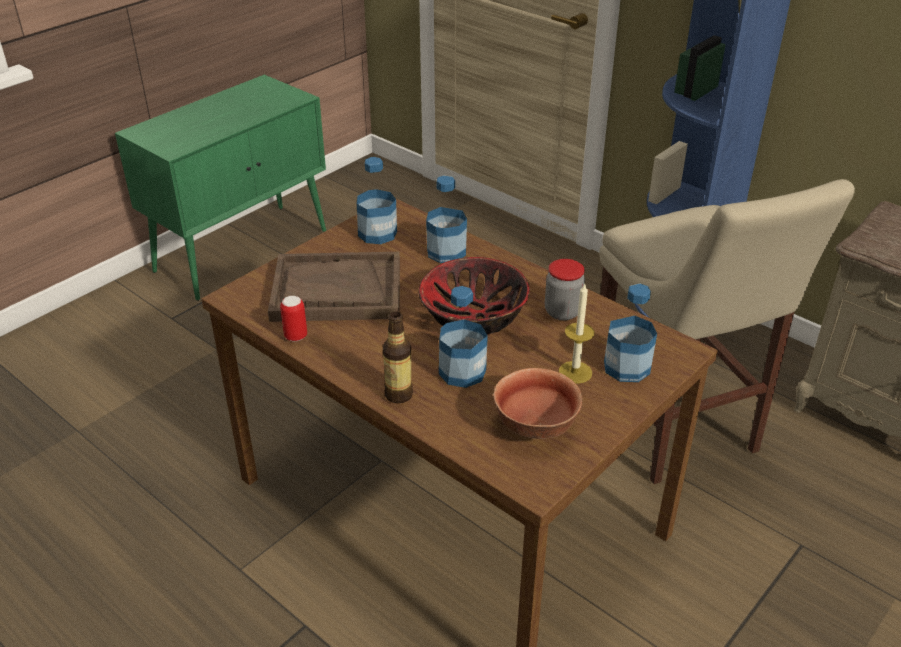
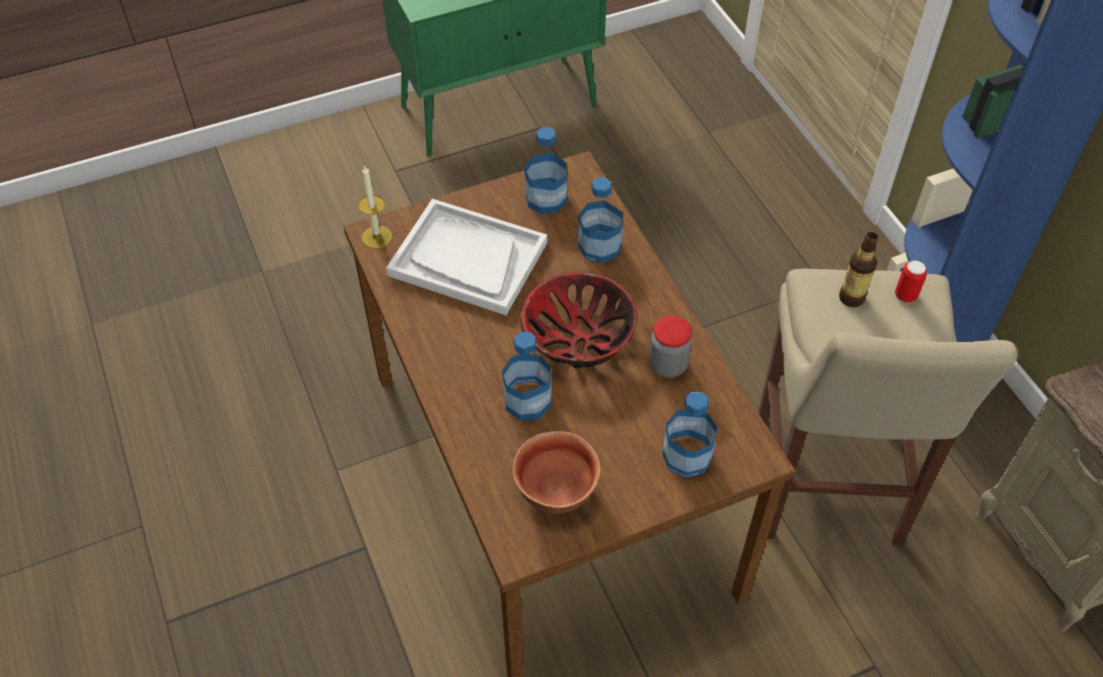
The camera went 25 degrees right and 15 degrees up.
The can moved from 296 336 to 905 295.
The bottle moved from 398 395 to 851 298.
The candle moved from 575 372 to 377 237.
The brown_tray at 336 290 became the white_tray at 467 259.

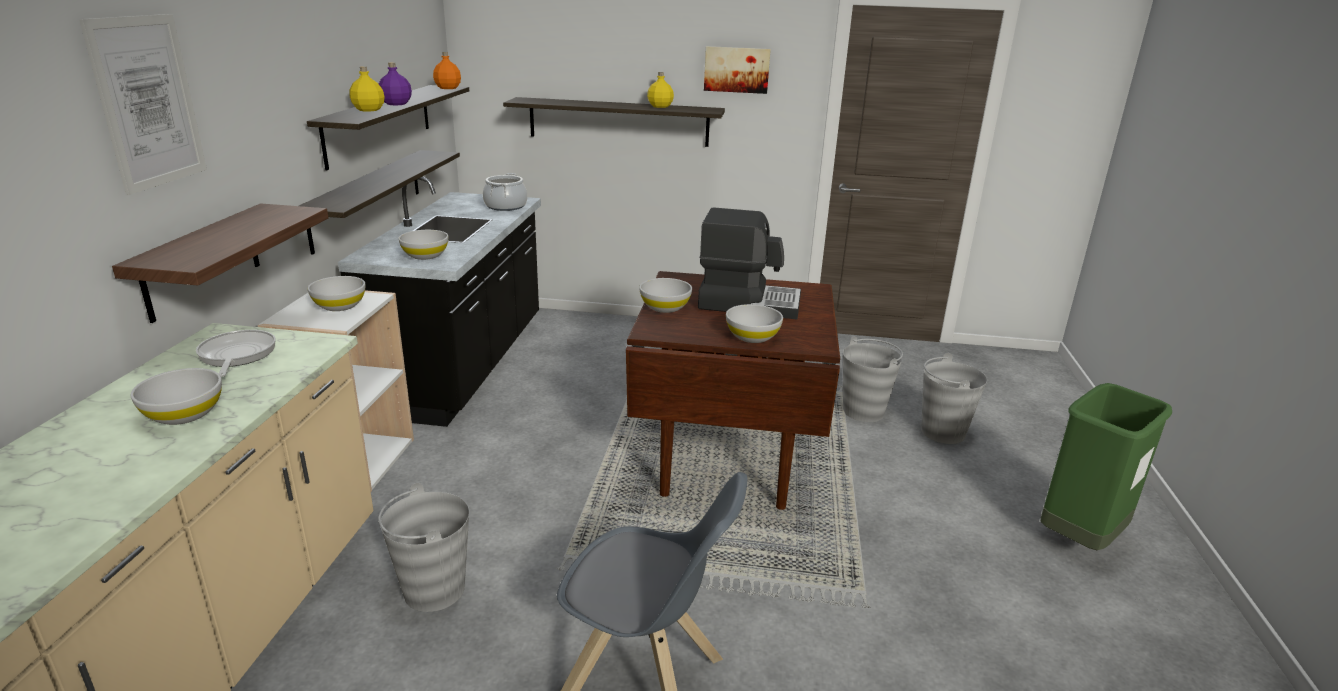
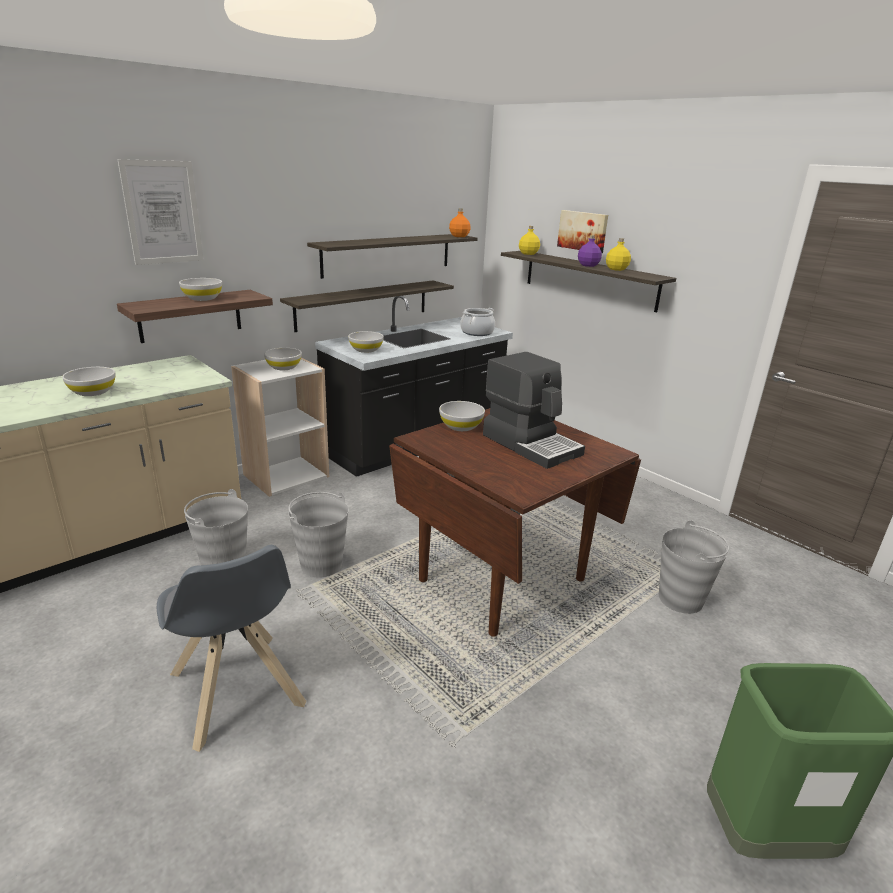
The camera went 40 degrees right and 0 degrees up.
The frying_pan at 236 355 disappeared.
The yellow_bottle moved from 369 110 to 528 254.
The purple_bottle moved from 396 104 to 588 265.
The picture moved from 736 69 to 583 231.
The white_bowl moved from 752 337 to 202 298.
The grey_bucket moved from 942 432 to 321 564.

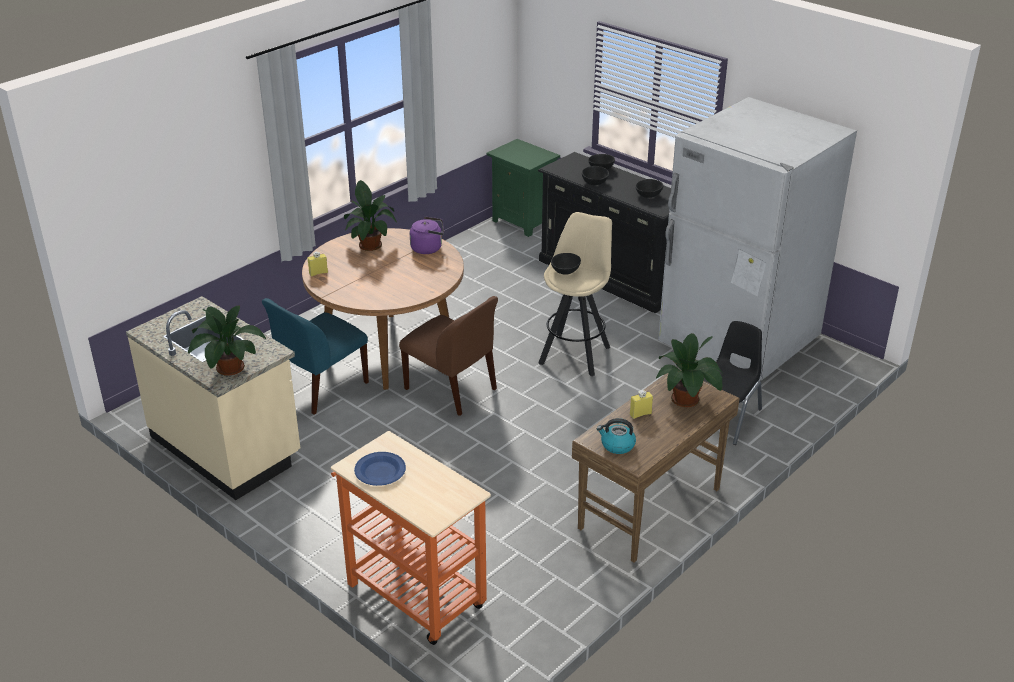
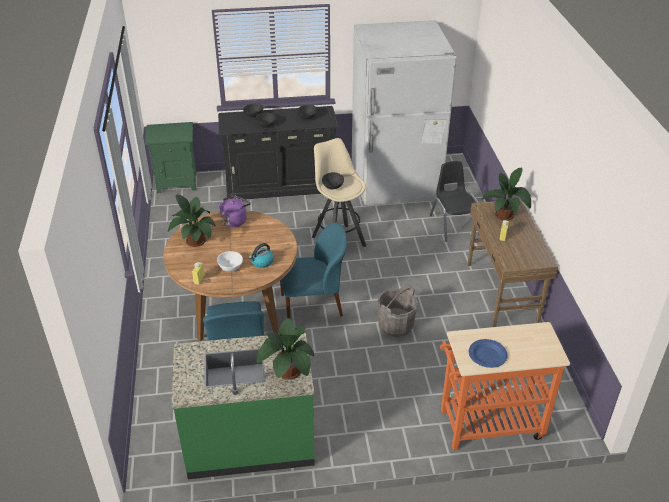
The camera went 50 degrees left and 5 degrees up.
The white_bowl at 230 267 appeared.
The grey_bucket at 396 325 appeared.
The kettle moved from 617 445 to 262 262.
The beige_counter at 227 447 became the green_counter at 250 441.
The brown_chair at 452 390 became the blue_chair at 313 305.

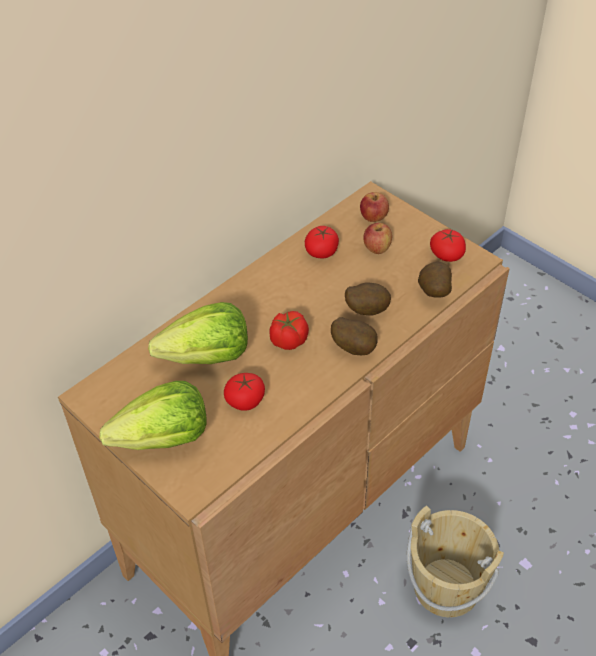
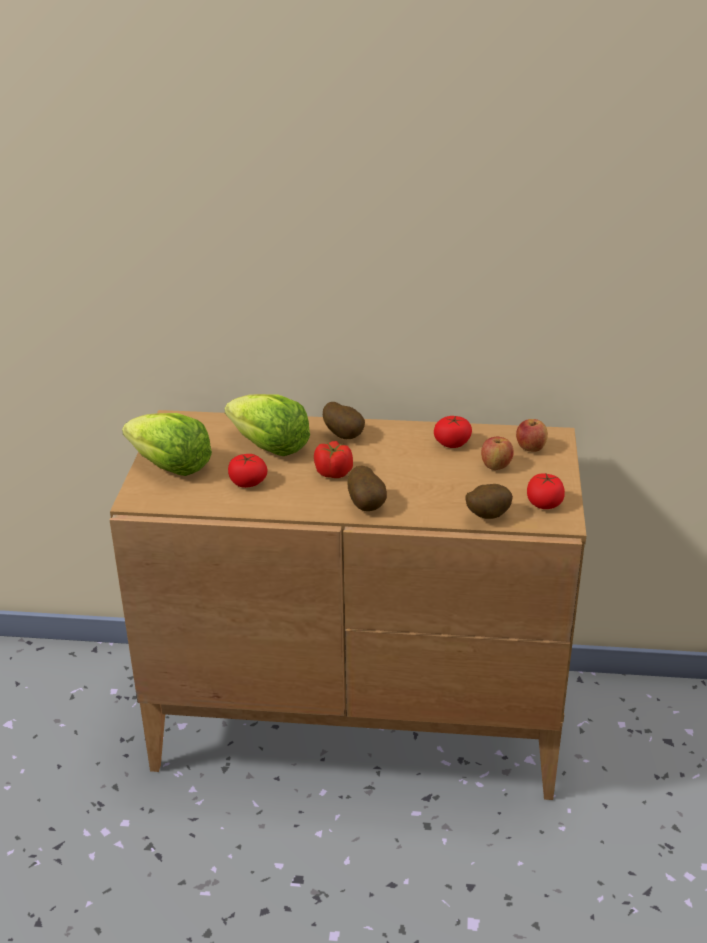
The camera went 50 degrees right and 15 degrees down.
The beige_bucket at 446 586 disappeared.
The potato moved from 366 310 to 345 435.

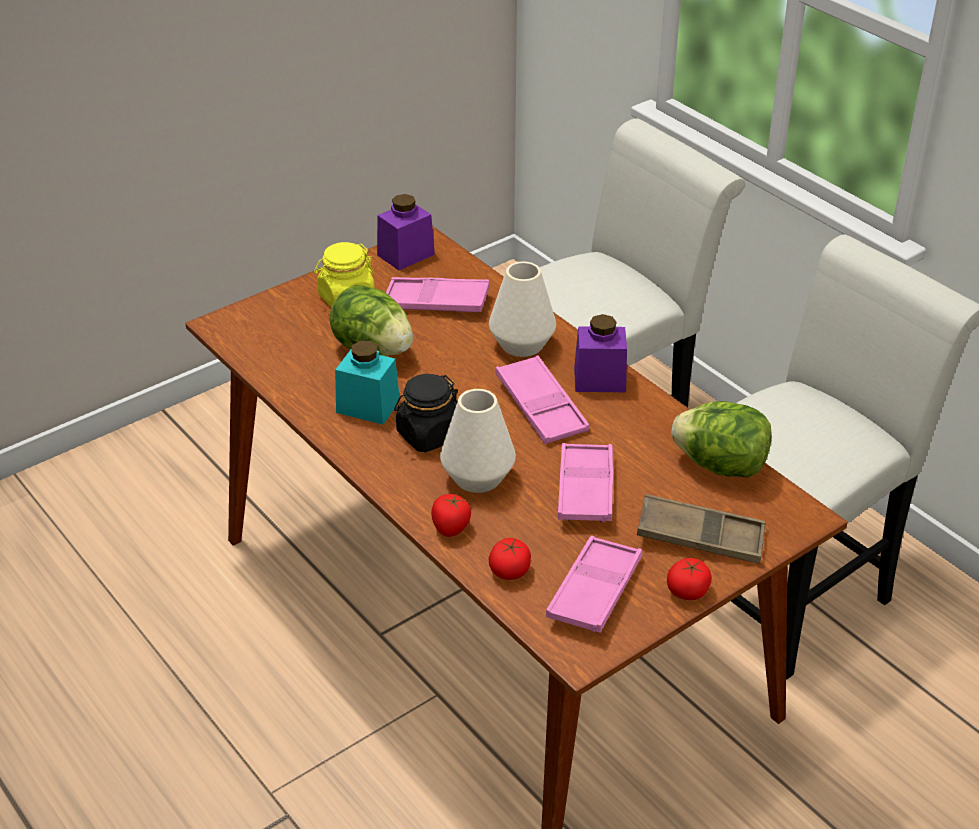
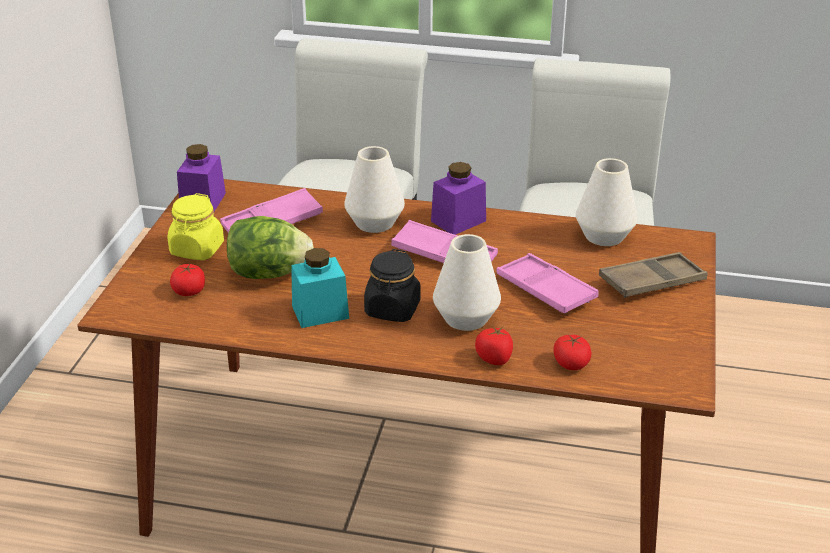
The camera went 40 degrees left and 5 degrees down.
The pink_tray at 594 591 disappeared.
The tomato moved from 688 590 to 189 290.
The lettuce at 721 466 was replaced by the white_vase at 604 236.

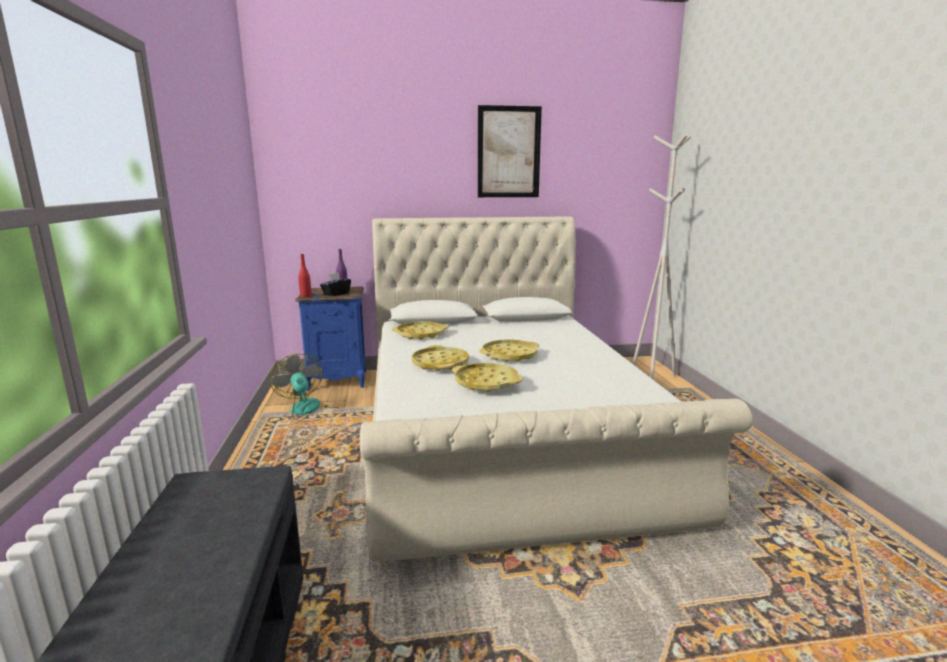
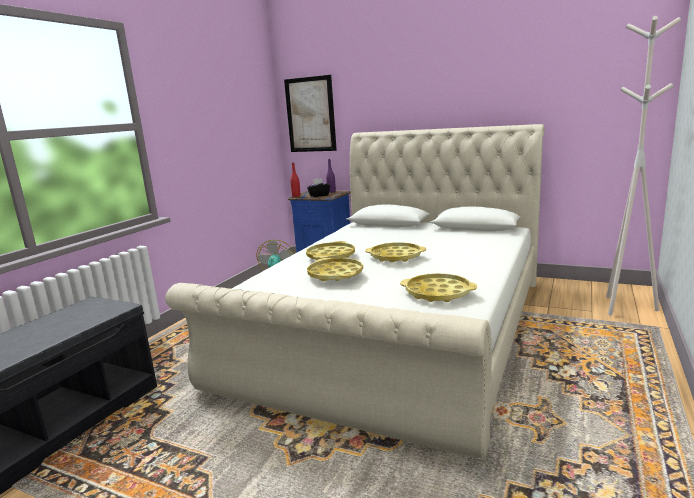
The camera went 35 degrees right and 0 degrees up.
The yellow_tray moved from 420 334 to 438 293.
The picture moved from 508 152 to 310 114.

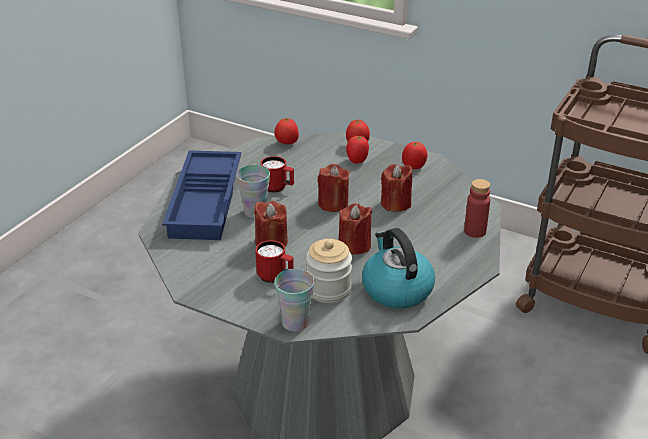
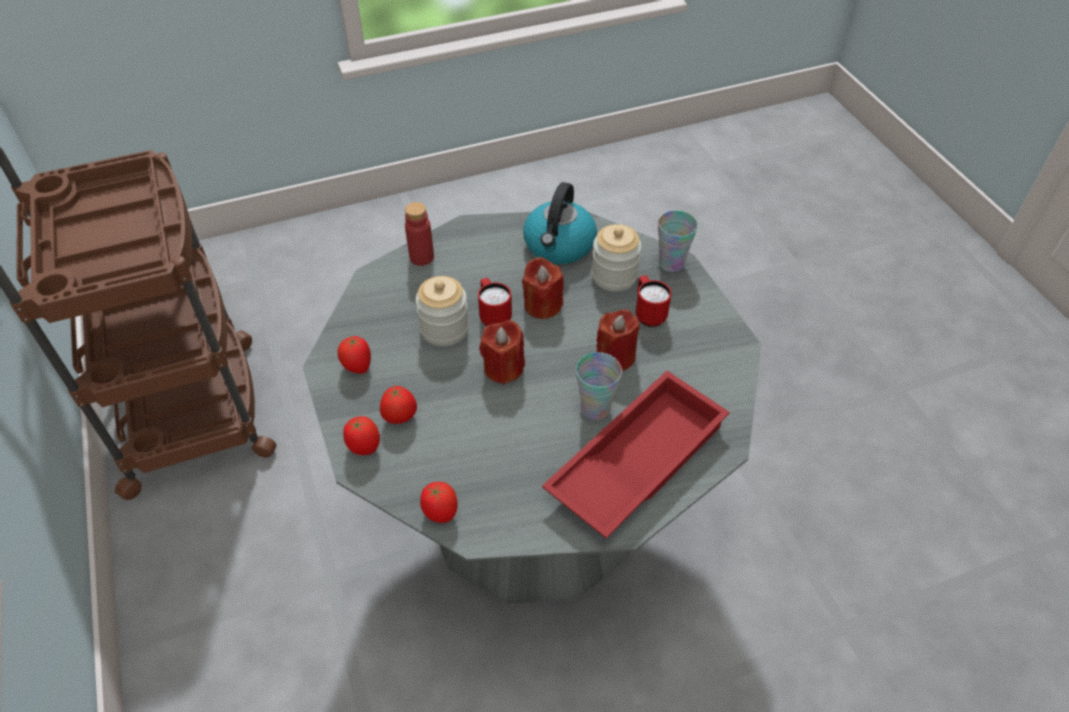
The camera went 140 degrees left and 15 degrees up.
The red_mug moved from 278 188 to 493 316.
The red_candle at 395 204 was replaced by the jar at 444 329.
The blue_tray at 207 202 became the red_tray at 635 459.

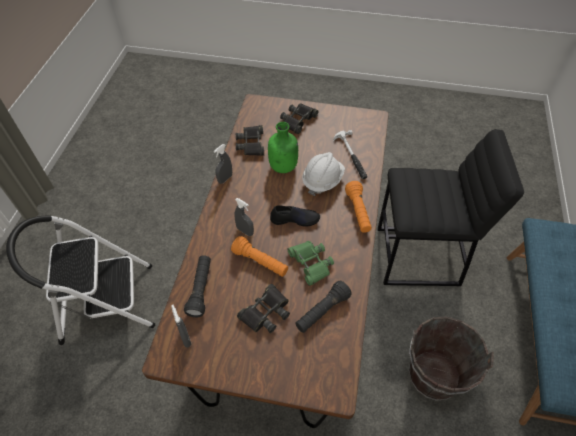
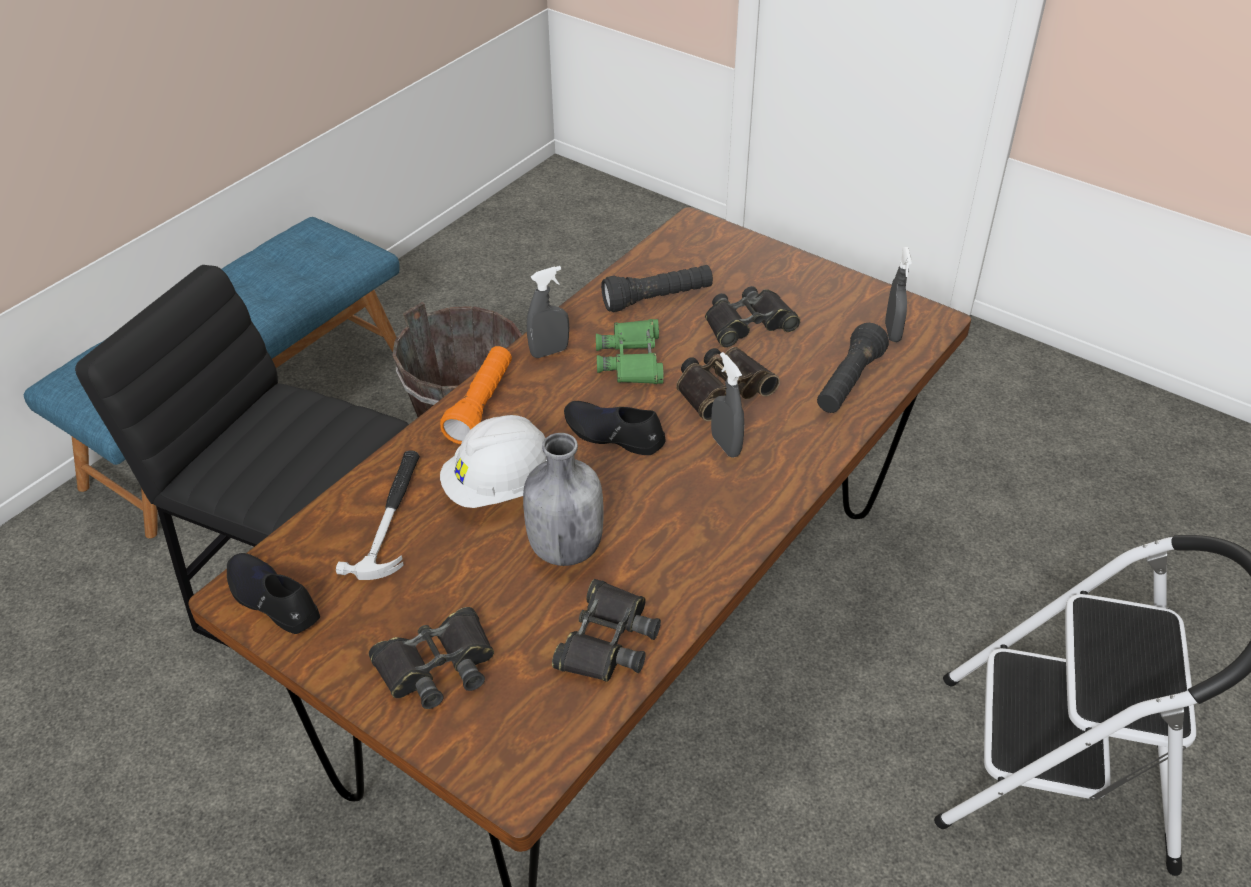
The camera went 155 degrees left and 10 degrees down.
The black_shoe at 272 599 appeared.
The grey_spray_bottle moved from 225 179 to 549 352.
The orange_flashlight at 260 262 was replaced by the binoculars at 721 388.
The green_bottle at 284 167 became the grey_bottle at 564 547.

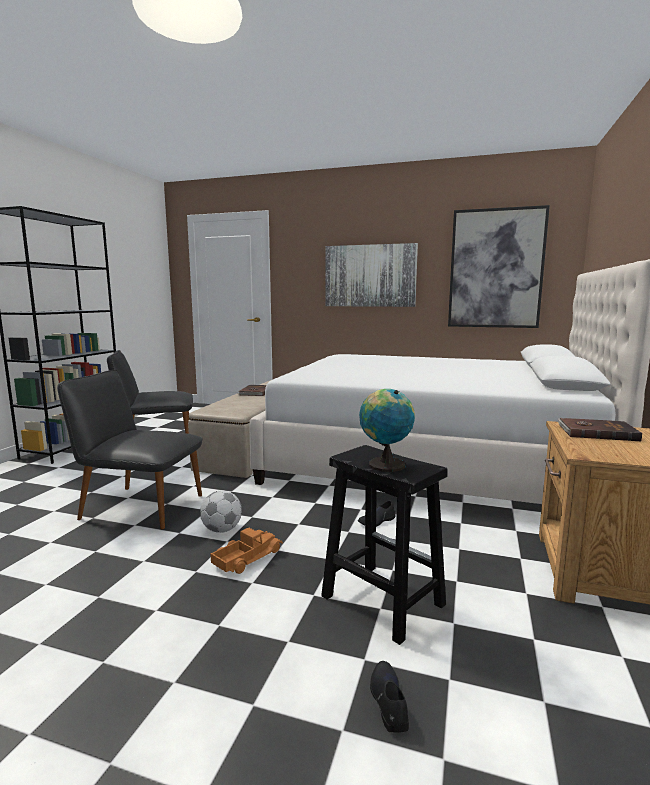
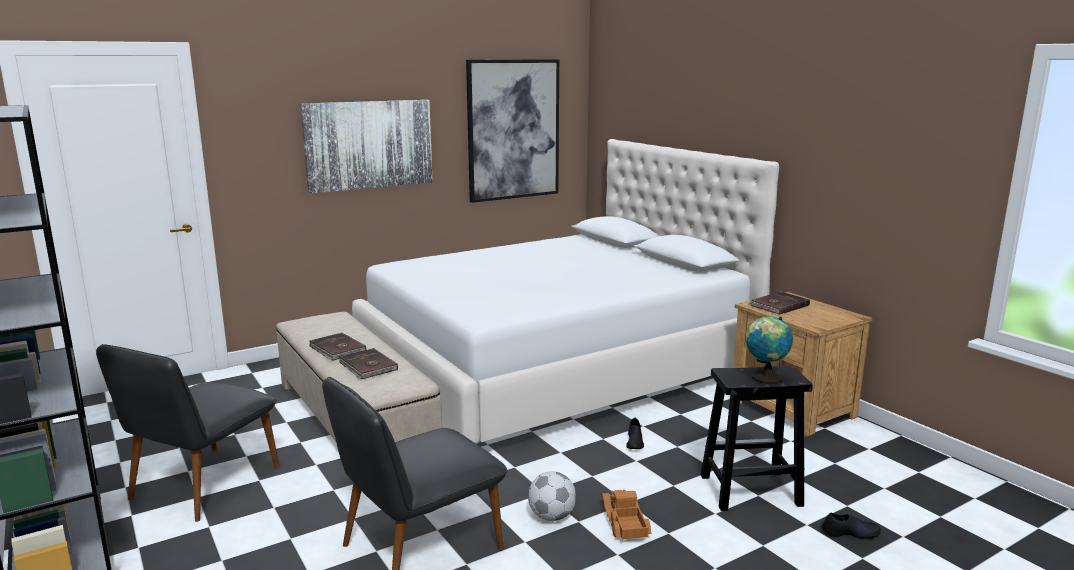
The camera went 50 degrees left and 5 degrees up.
The brown_book at 367 366 appeared.
The black_shoe at 388 701 turned 150 degrees clockwise.

